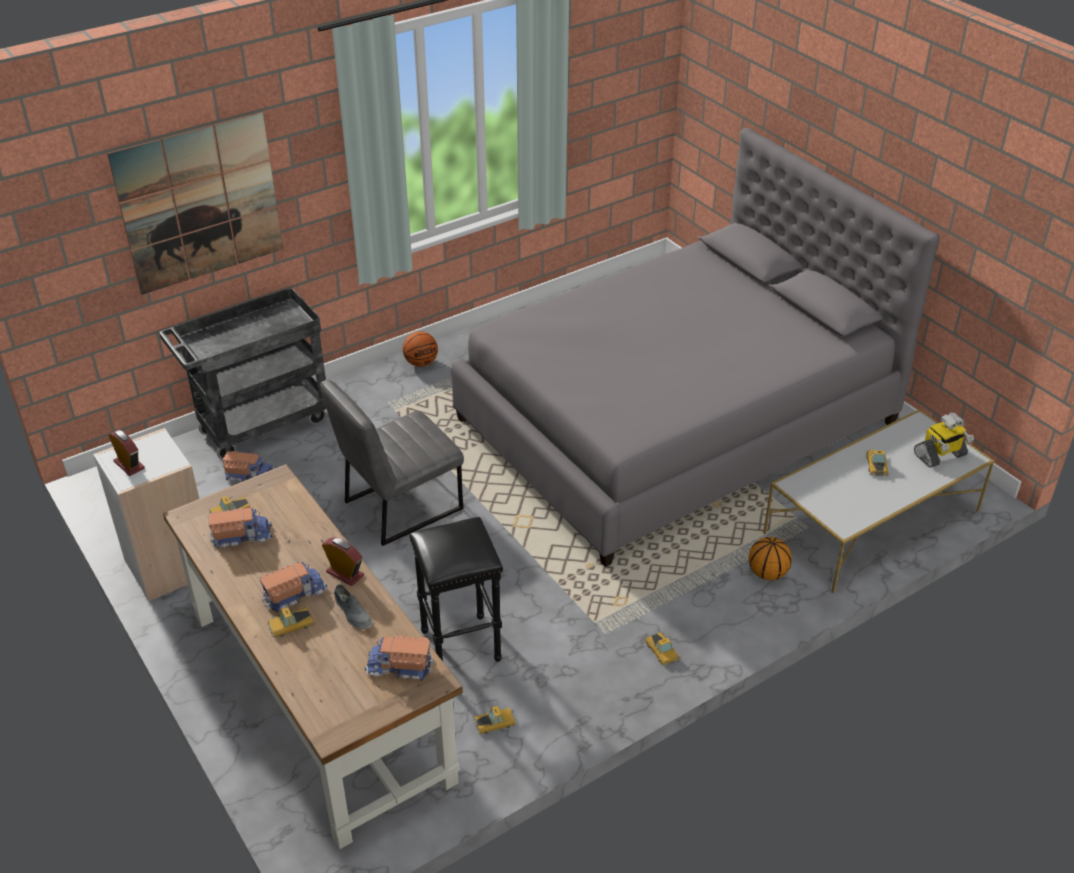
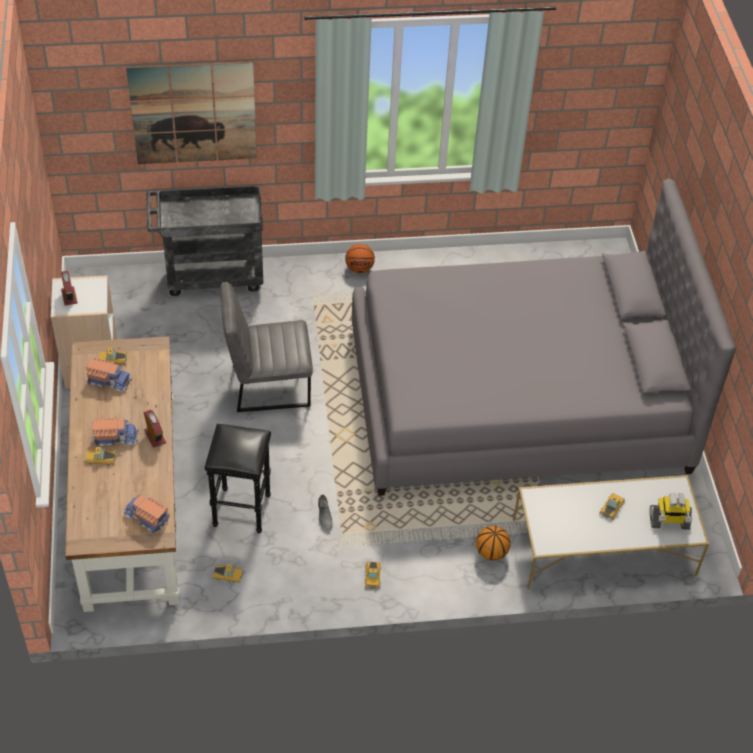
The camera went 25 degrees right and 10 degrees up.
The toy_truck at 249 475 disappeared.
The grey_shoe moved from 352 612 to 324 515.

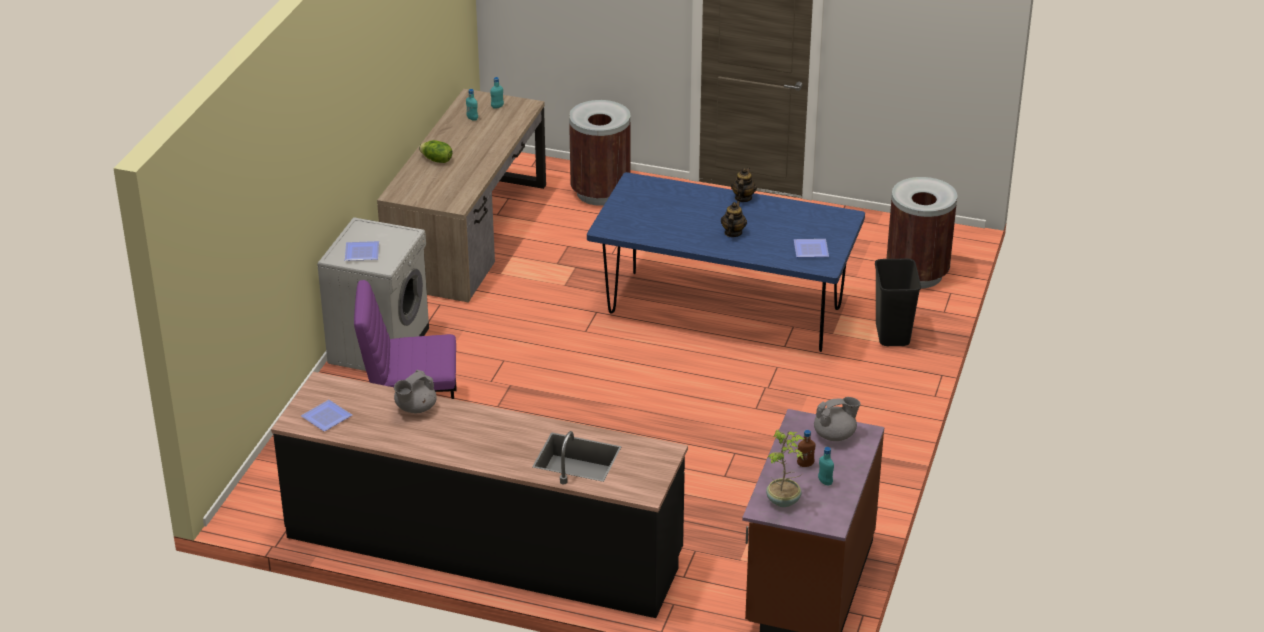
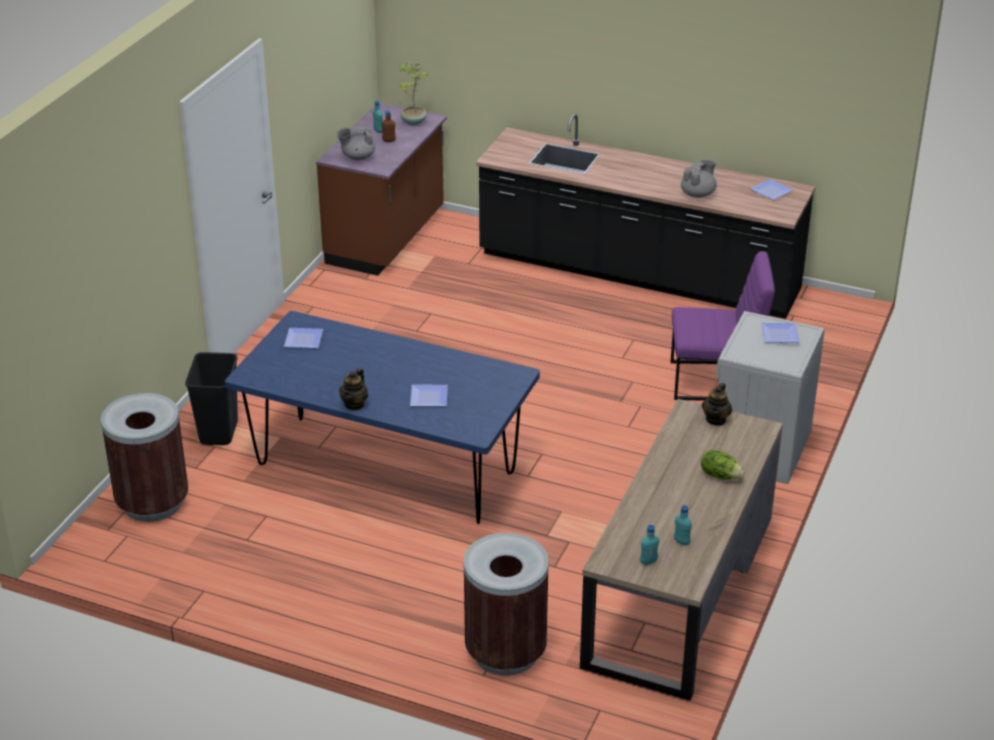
The camera went 175 degrees left and 0 degrees up.
The plate at 427 396 appeared.
The teapot moved from 733 233 to 716 419.

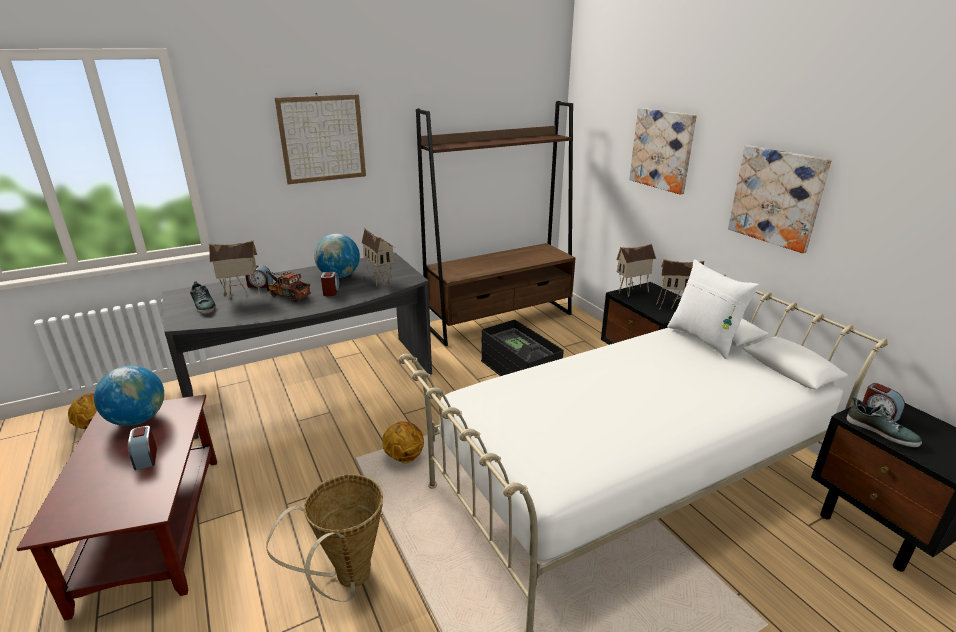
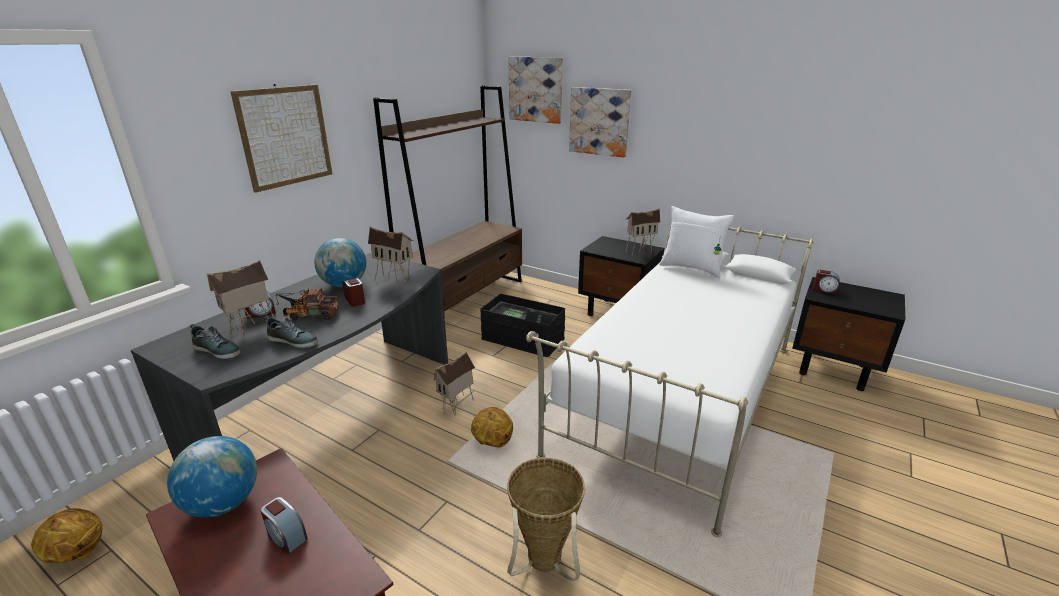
The camera went 30 degrees left and 0 degrees up.
The toy_house moved from 632 292 to 457 406.
The picture moved from 777 197 to 536 89.
The shoe moved from 881 431 to 293 340.

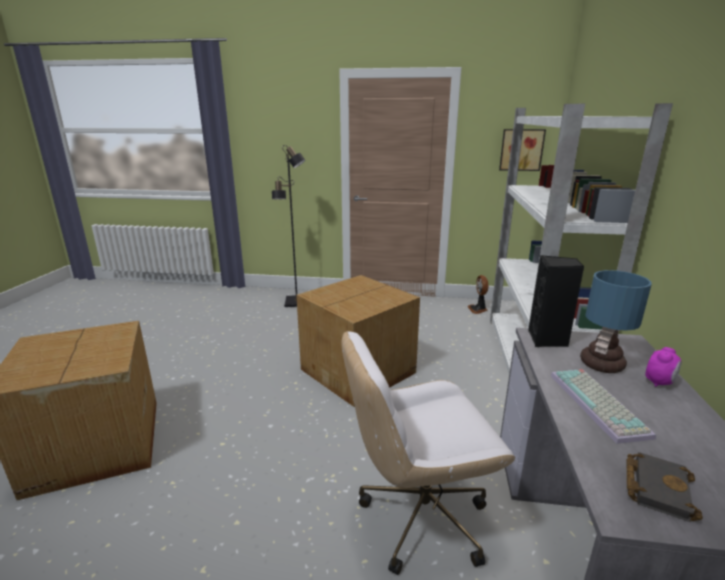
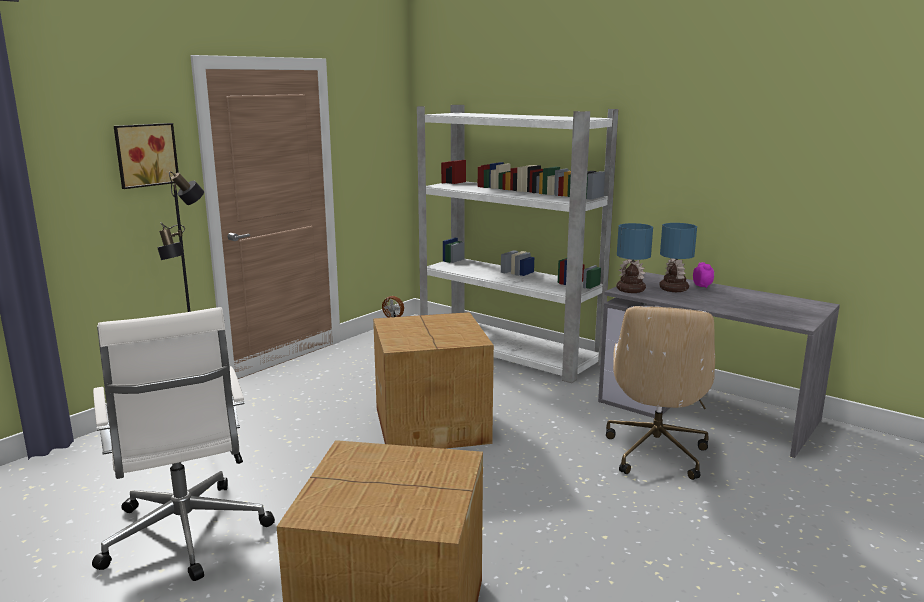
The camera went 60 degrees left and 5 degrees down.
The keyboard at 600 404 disappeared.
The black_book at 656 487 disappeared.
The white_office_chair at 185 535 appeared.
The picture moved from 521 150 to 145 155.
The black_speaker at 547 340 was replaced by the table_lamp at 632 290.

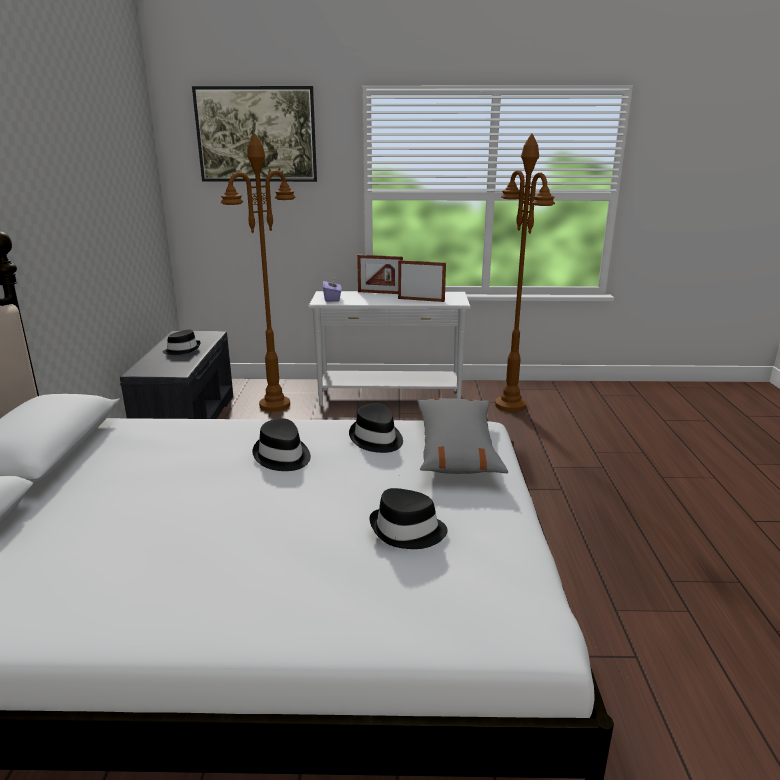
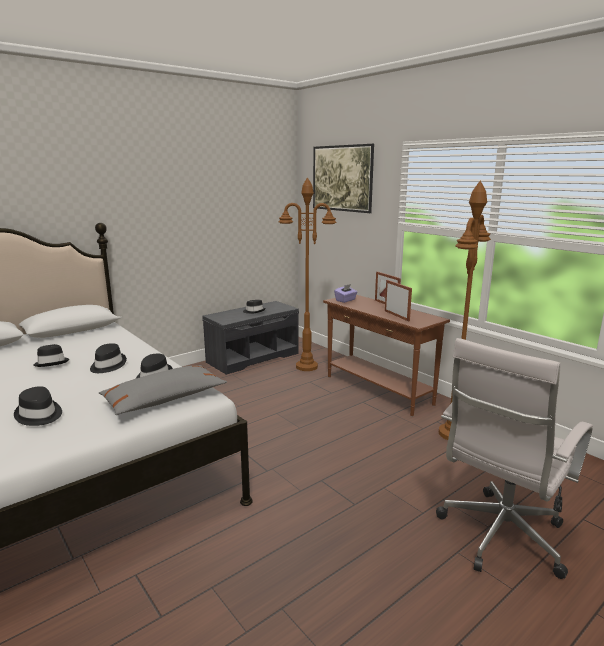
The camera went 50 degrees right and 5 degrees down.
The black_hat at 52 362 appeared.
The white_office_chair at 499 538 appeared.
The white_console_table at 390 397 became the brown_console_table at 379 390.

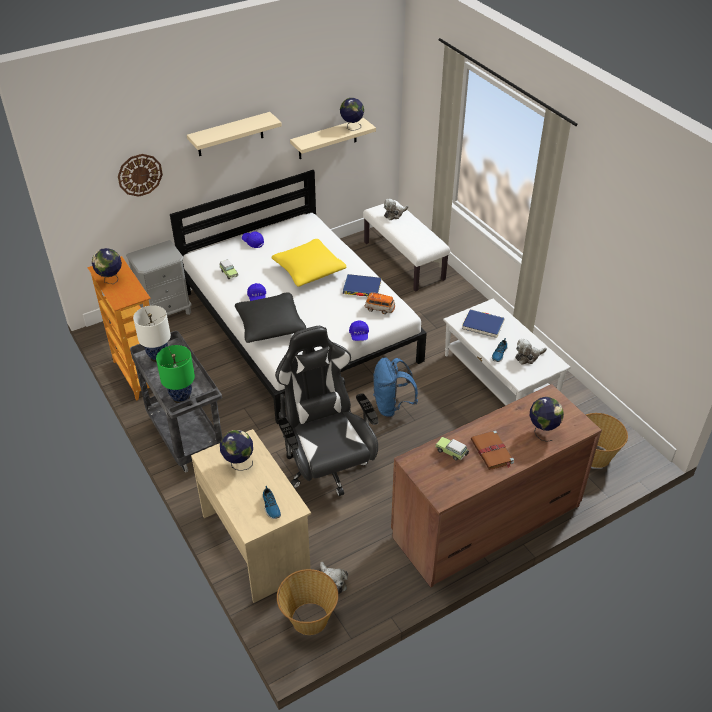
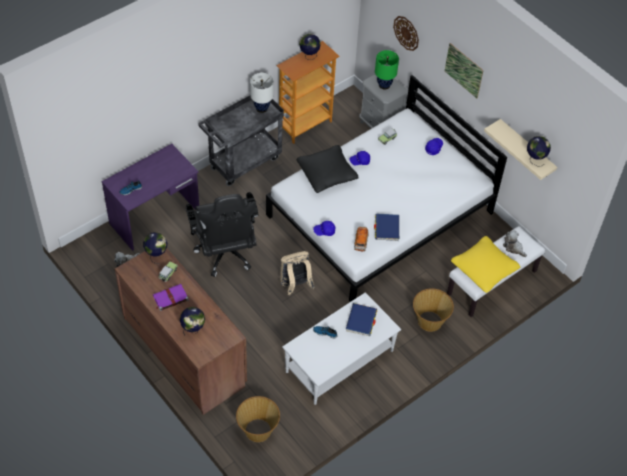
The camera went 80 degrees right and 10 degrees up.
The plush_toy at 528 357 disappeared.
The green_table_lamp moved from 181 397 to 384 85.
The globe moved from 238 463 to 156 255.
The yellow_pillow moved from 309 270 to 484 269.
The basket moved from 309 618 to 430 321.
The beige_shelf at 230 134 was replaced by the picture at 463 70.
The beige_desk at 256 543 became the purple_desk at 155 218.
The blue_backpack at 392 406 became the beige_backpack at 295 285.
The brown_book at 492 452 became the purple_book at 170 298.
The black_office_chair at 327 469 turned 105 degrees clockwise.

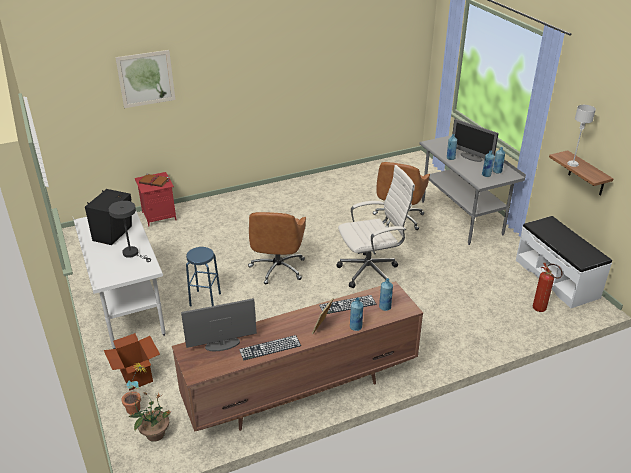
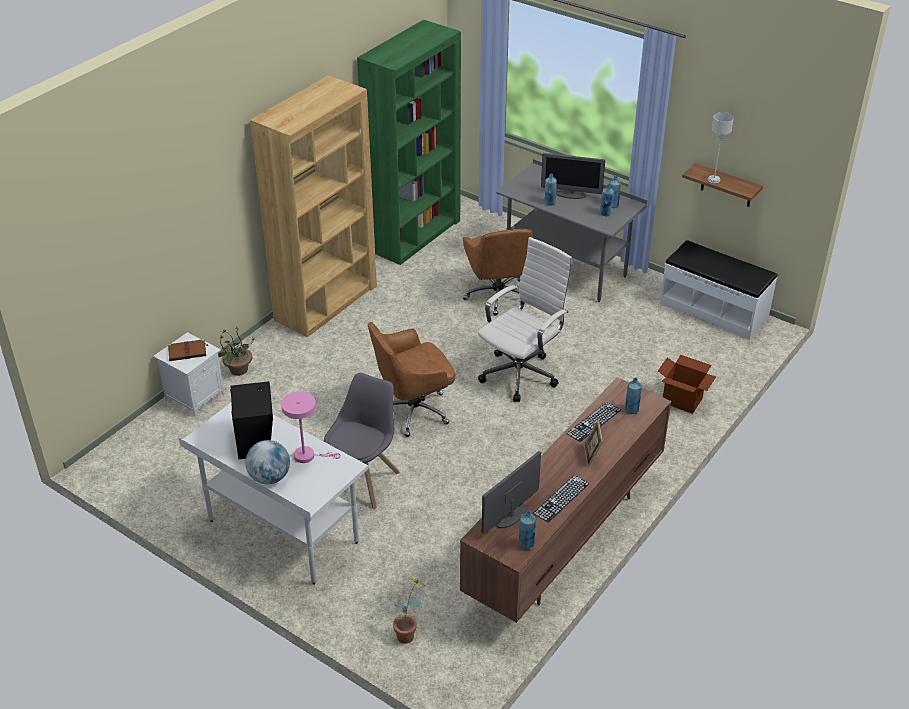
The camera went 30 degrees left and 5 degrees up.
The picture at 146 79 disappeared.
The fire_extinguisher at 541 310 disappeared.
The globe at 270 477 appeared.
The brown_bookcase at 326 303 appeared.
The green_bookcase at 415 235 appeared.
The cardboard_box moved from 136 376 to 682 400.
The potted_plant moved from 154 434 to 238 370.
The blue_bottle moved from 356 327 to 526 544.
The blue_stool at 205 299 was replaced by the grey_chair at 364 481.
The grey_table_lamp at 133 253 became the pink_table_lamp at 308 456.
The red_nightstand at 159 215 became the white_nightstand at 195 396.
The brown_office_chair at 277 268 turned 90 degrees clockwise.

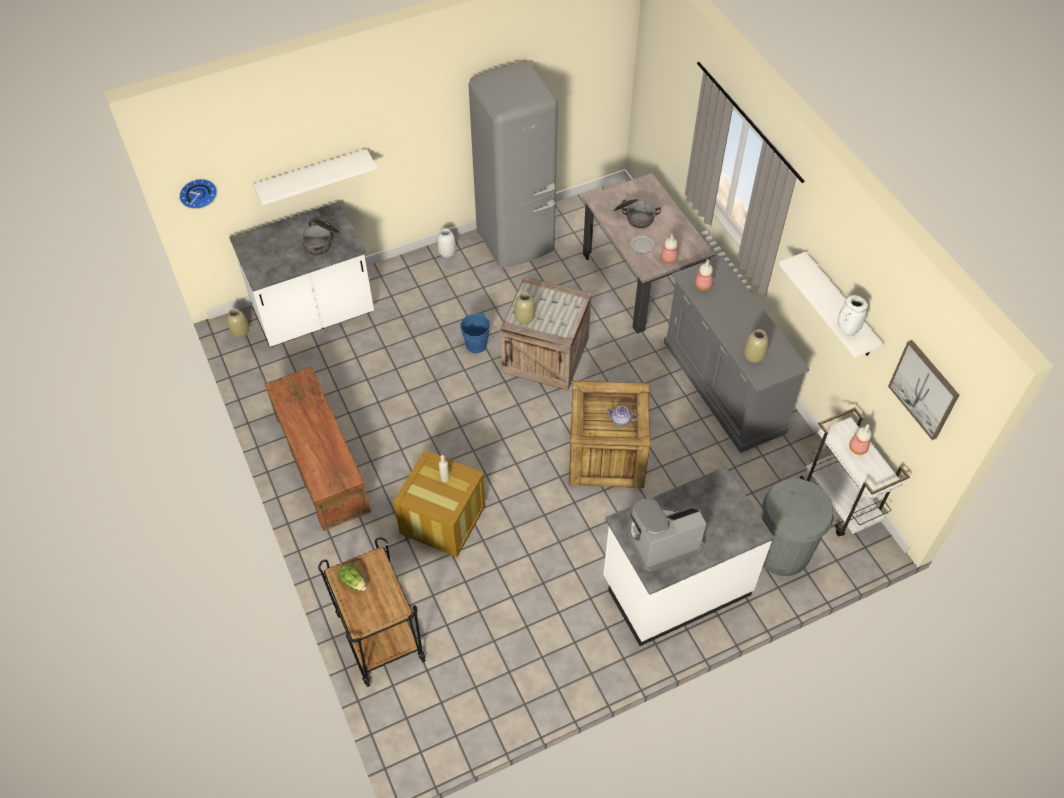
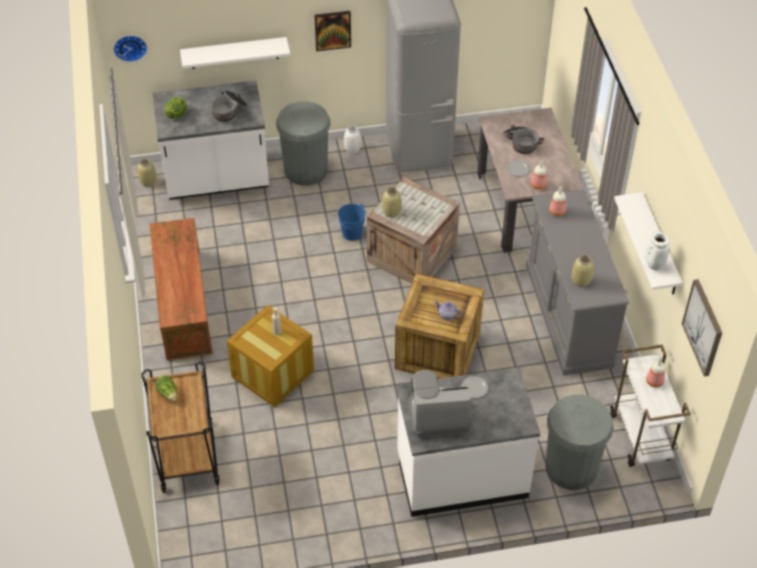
The camera went 15 degrees right and 5 degrees down.
The lettuce at 177 114 appeared.
The grey_trash_can at 306 170 appeared.
The picture at 332 30 appeared.
The plate at 475 388 appeared.

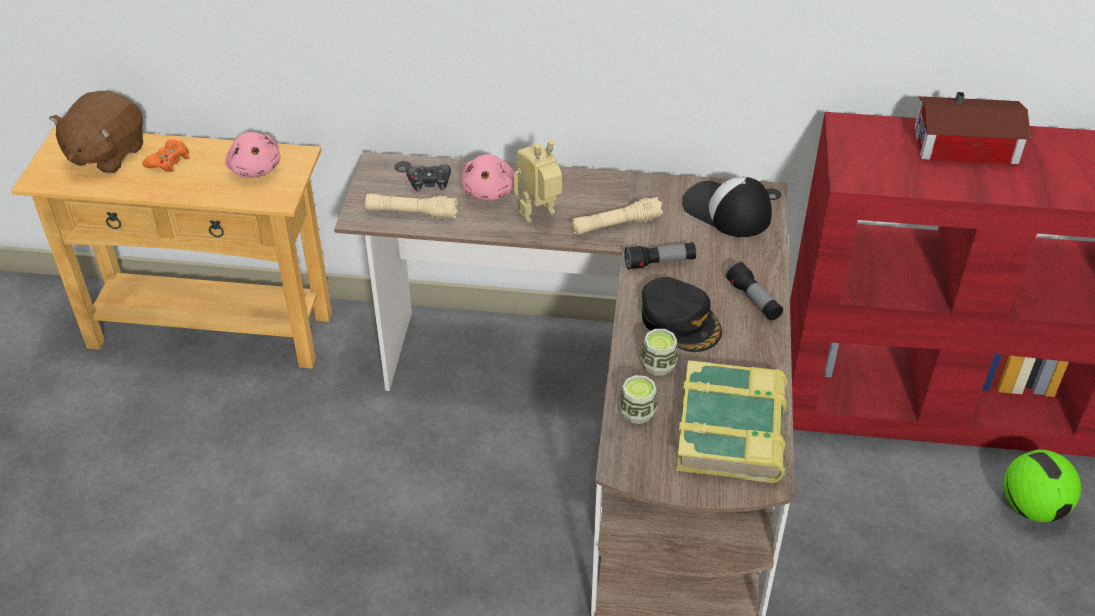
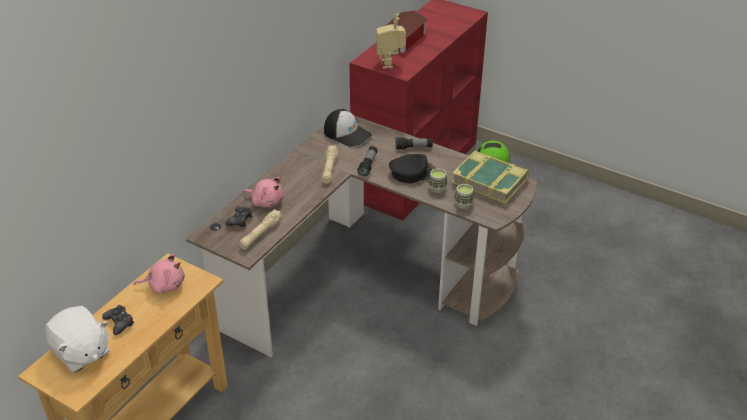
The camera went 65 degrees left and 5 degrees down.
The toy_robot moved from 540 216 to 390 63.
The brown_plush_toy at 106 154 became the white_plush_toy at 81 353.
The orange_game_controller at 169 161 became the black_game_controller at 119 323.
The cap at 726 210 turned 120 degrees counterclockwise.

